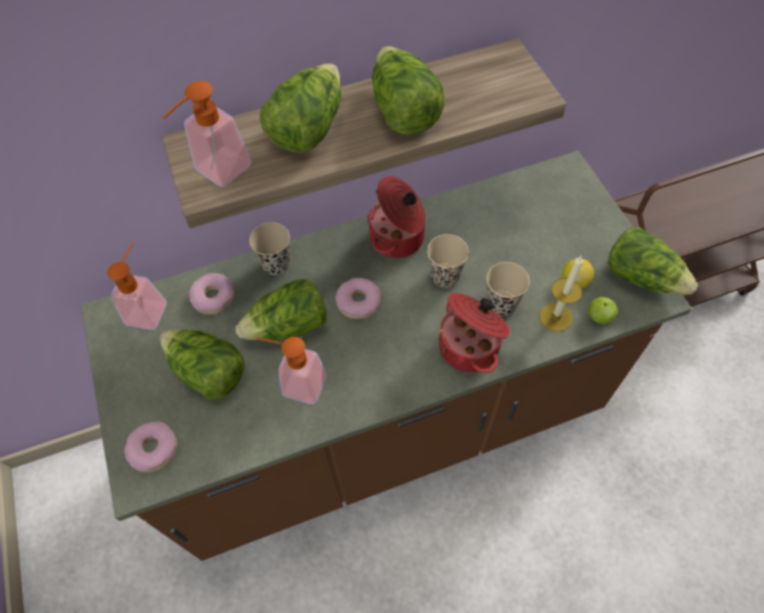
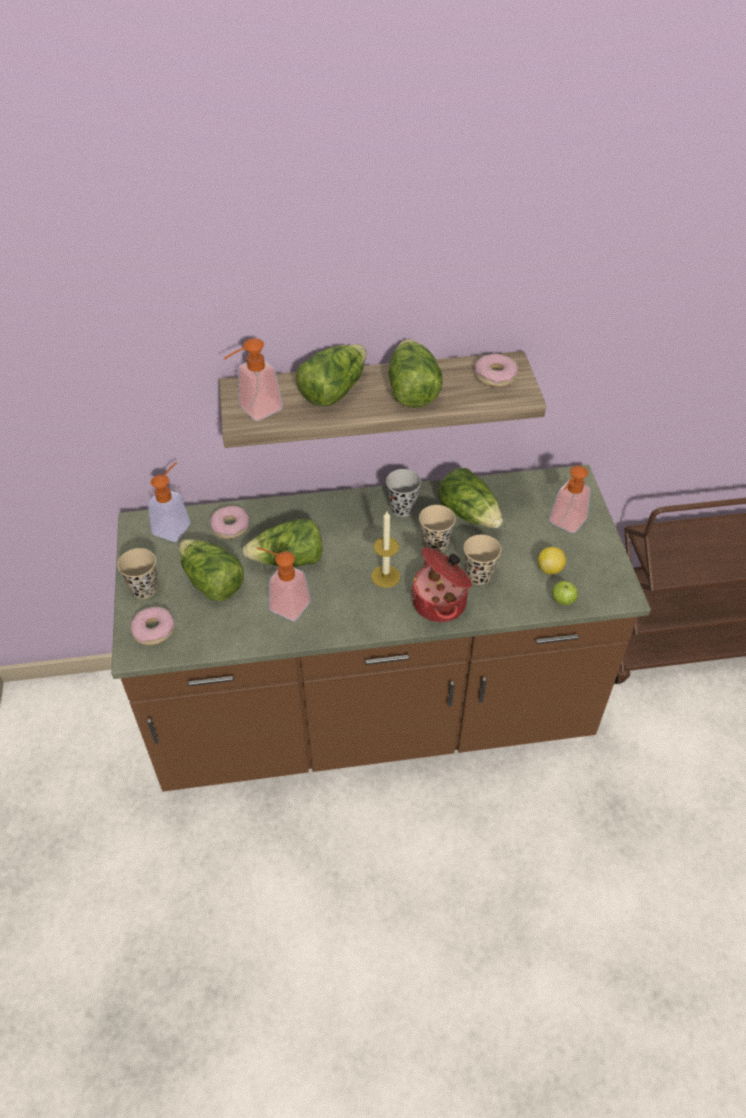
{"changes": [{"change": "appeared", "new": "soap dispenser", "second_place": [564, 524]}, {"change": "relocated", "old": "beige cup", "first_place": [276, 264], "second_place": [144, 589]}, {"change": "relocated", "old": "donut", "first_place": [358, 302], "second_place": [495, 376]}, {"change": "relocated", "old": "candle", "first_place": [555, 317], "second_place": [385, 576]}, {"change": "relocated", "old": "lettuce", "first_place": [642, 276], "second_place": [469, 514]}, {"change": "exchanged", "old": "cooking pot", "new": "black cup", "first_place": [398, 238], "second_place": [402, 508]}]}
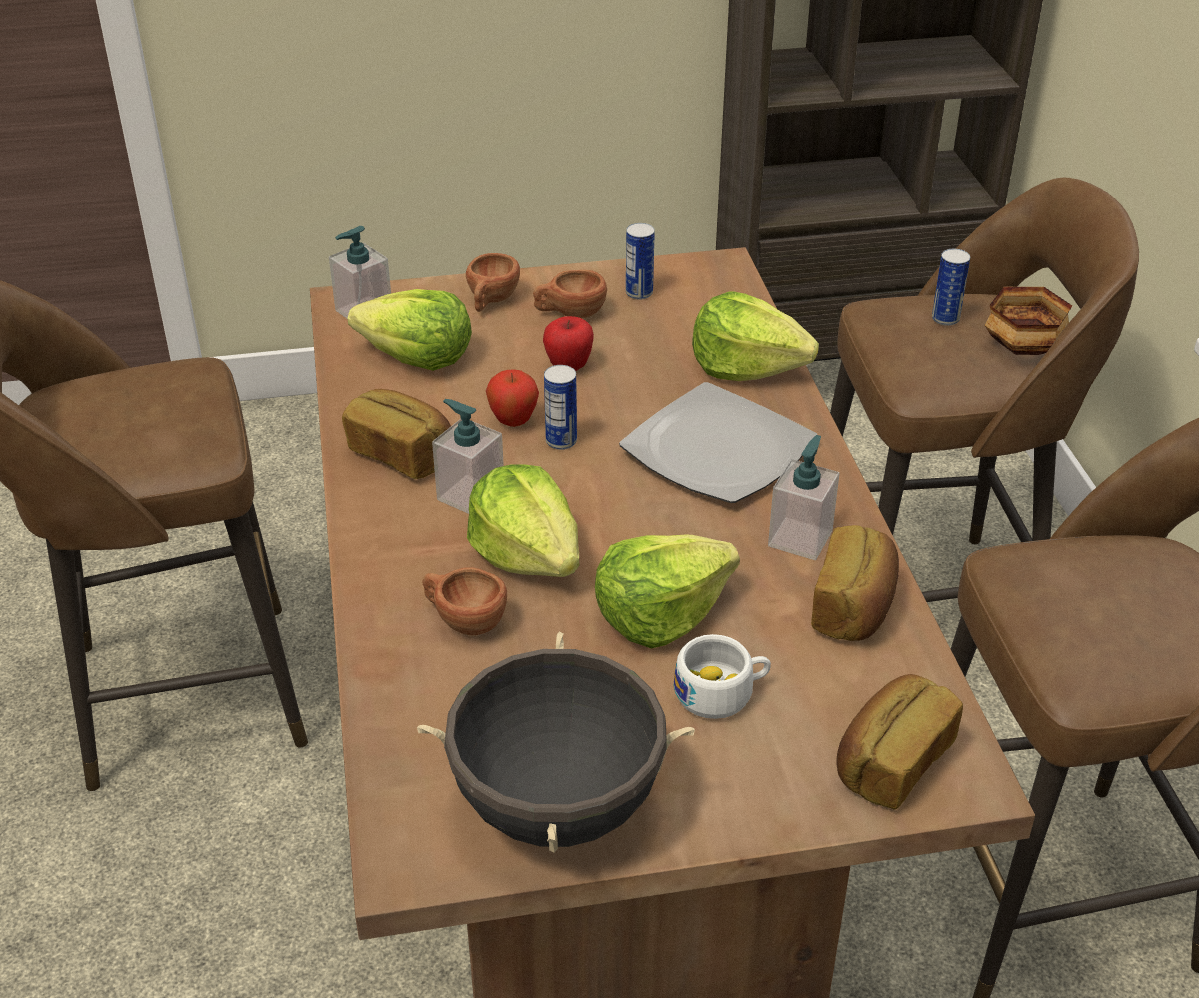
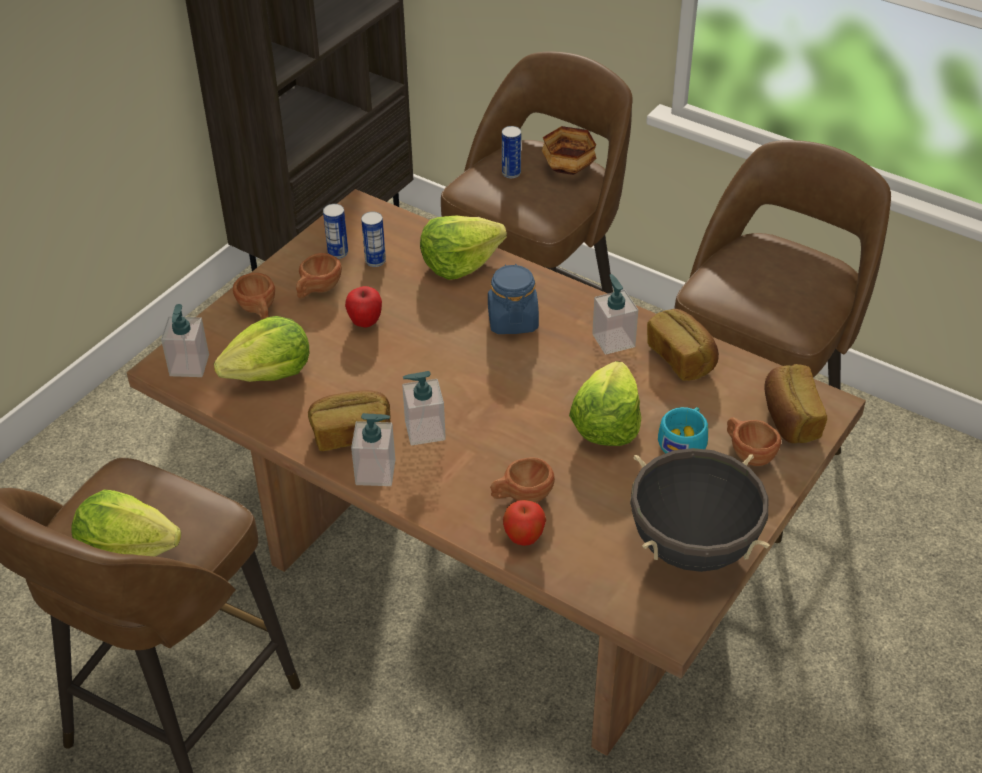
{"changes": [{"change": "appeared", "new": "soap dispenser", "second_place": [376, 472]}, {"change": "appeared", "new": "brown cup", "second_place": [748, 453]}, {"change": "relocated", "old": "lettuce", "first_place": [528, 554], "second_place": [127, 549]}, {"change": "relocated", "old": "apple", "first_place": [513, 422], "second_place": [524, 539]}, {"change": "relocated", "old": "can", "first_place": [561, 441], "second_place": [375, 261]}, {"change": "exchanged", "old": "plate", "new": "blue jar", "first_place": [718, 451], "second_place": [512, 320]}, {"change": "colour", "old": "white cup", "new": "turquoise cup", "first_place": [722, 692], "second_place": [684, 441]}]}
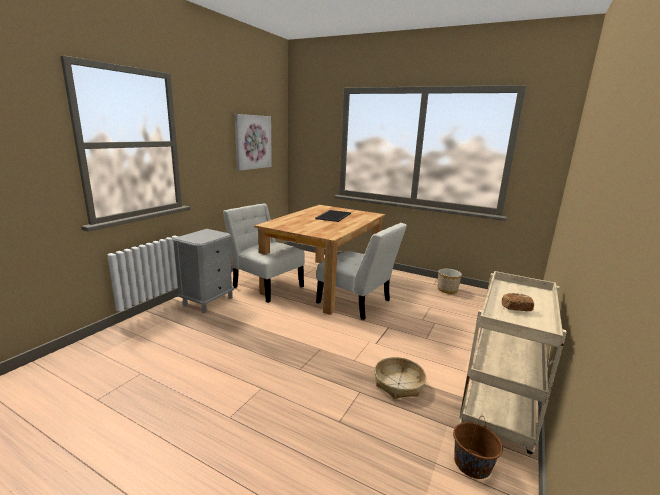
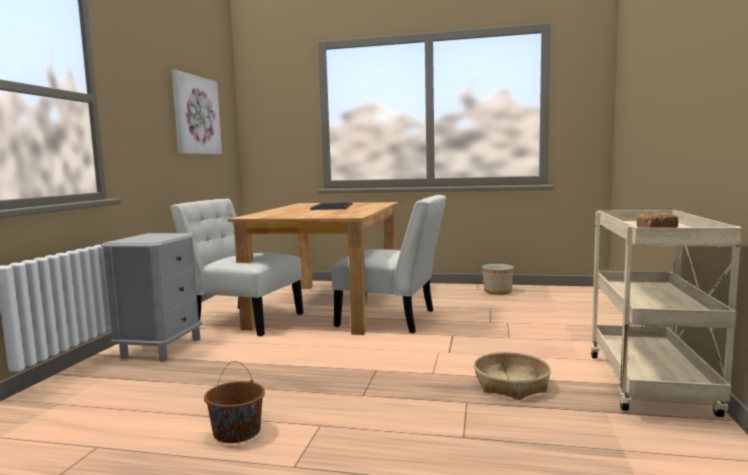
{"changes": [{"change": "relocated", "old": "brown bucket", "first_place": [472, 464], "second_place": [236, 432]}]}
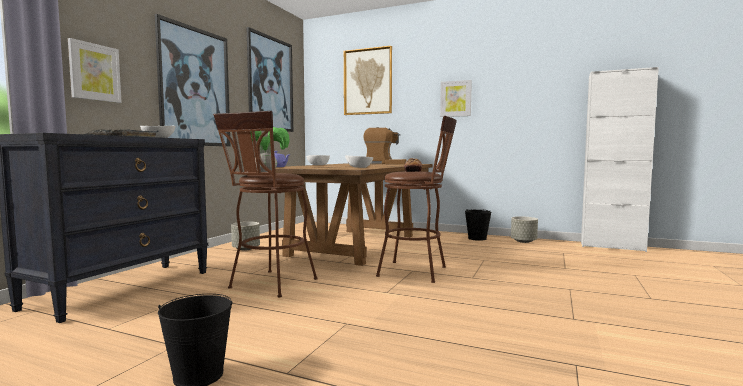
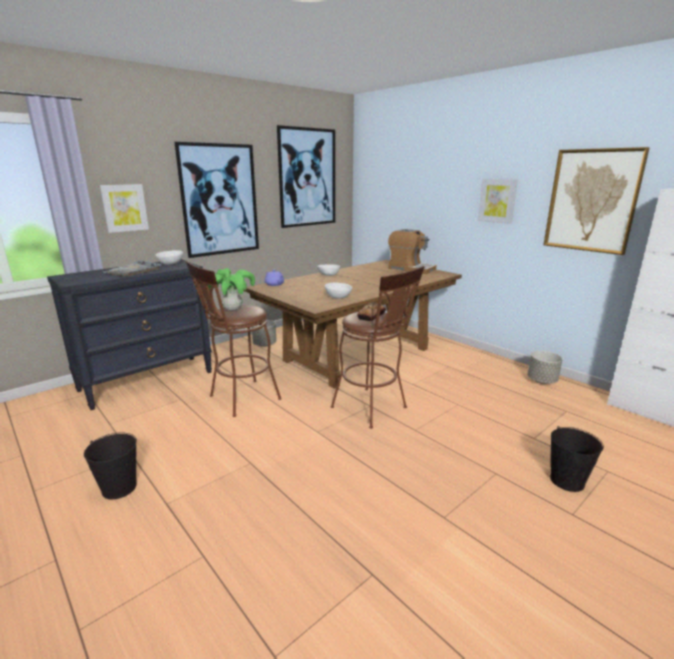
{"changes": [{"change": "relocated", "old": "picture", "first_place": [368, 81], "second_place": [592, 201]}, {"change": "relocated", "old": "black bucket", "first_place": [477, 238], "second_place": [566, 481]}]}
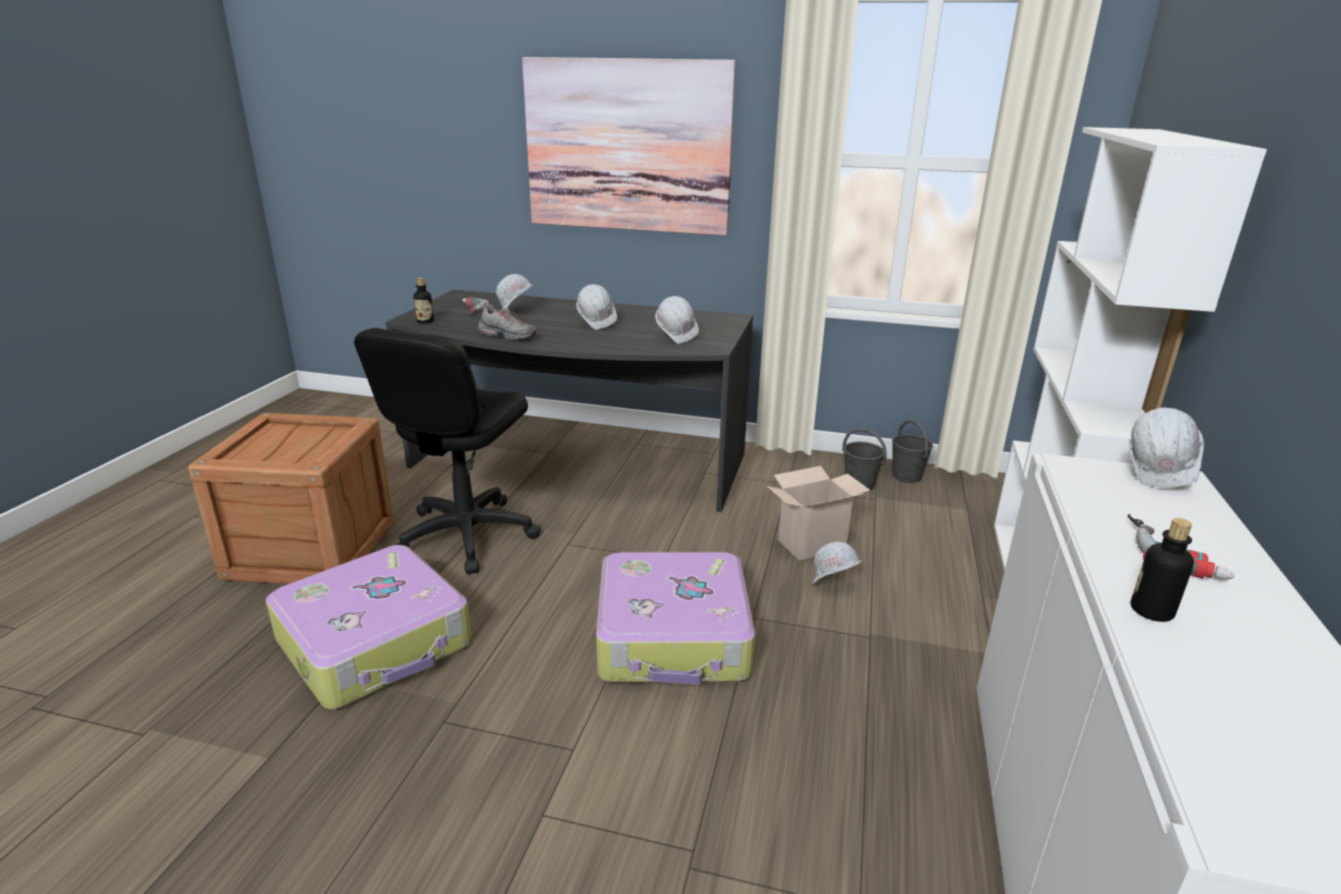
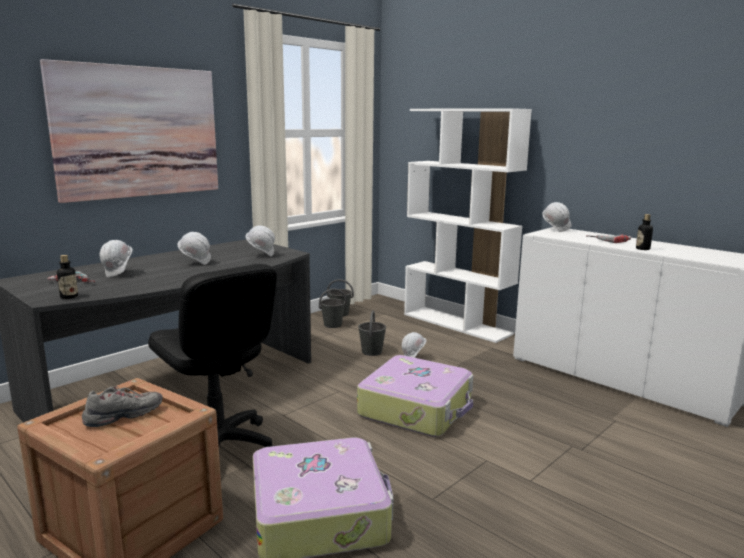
{"changes": [{"change": "relocated", "old": "grey shoe", "first_place": [508, 336], "second_place": [123, 416]}, {"change": "exchanged", "old": "cardboard box", "new": "grey bucket", "first_place": [812, 543], "second_place": [372, 351]}]}
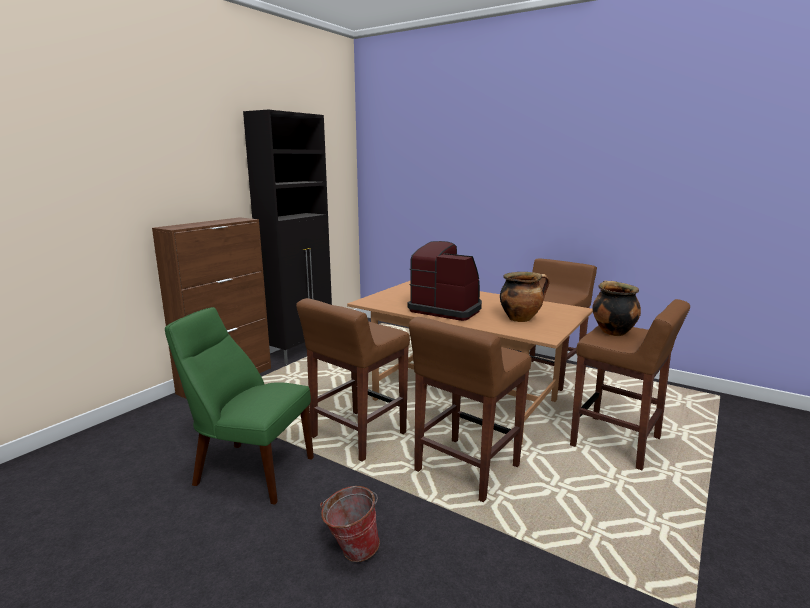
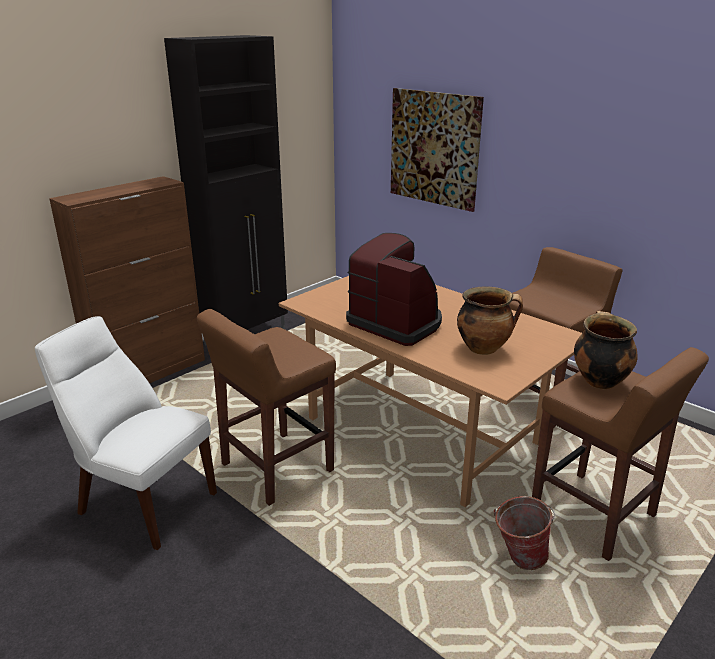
{"changes": [{"change": "missing", "old": "brown stool", "first_place": [466, 469]}, {"change": "appeared", "new": "picture", "second_place": [434, 148]}, {"change": "relocated", "old": "bucket", "first_place": [351, 551], "second_place": [518, 558]}, {"change": "colour", "old": "green chair", "new": "white chair", "first_place": [250, 470], "second_place": [143, 501]}]}
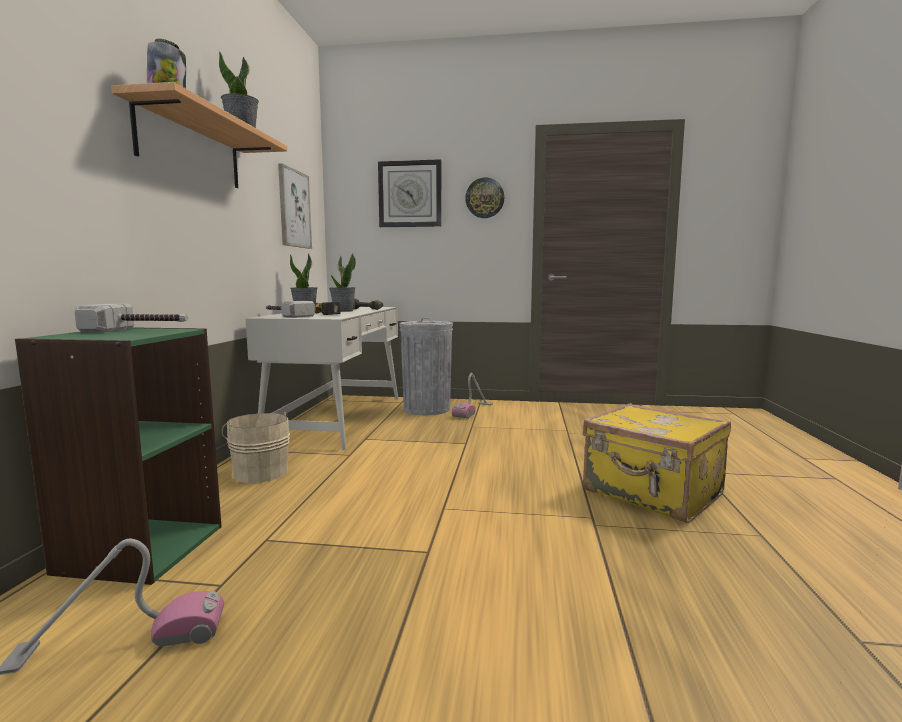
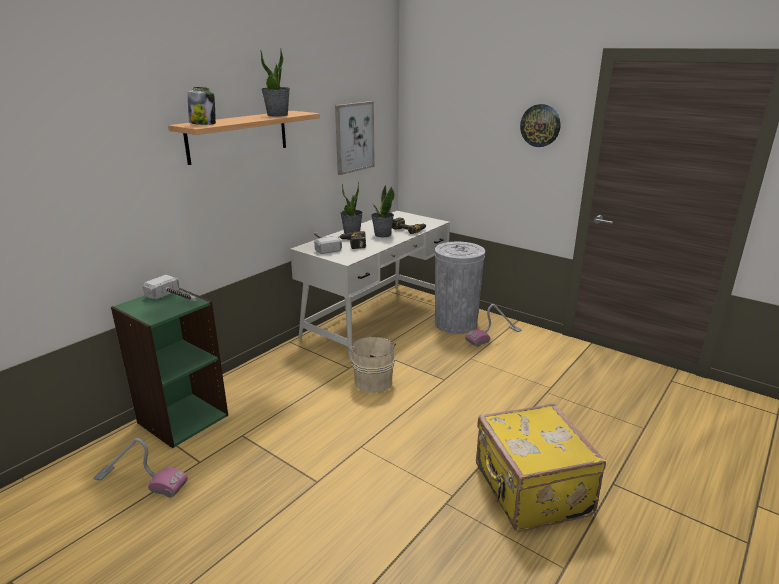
{"changes": [{"change": "missing", "old": "wall clock", "first_place": [410, 194]}, {"change": "relocated", "old": "beige bucket", "first_place": [260, 472], "second_place": [373, 380]}]}
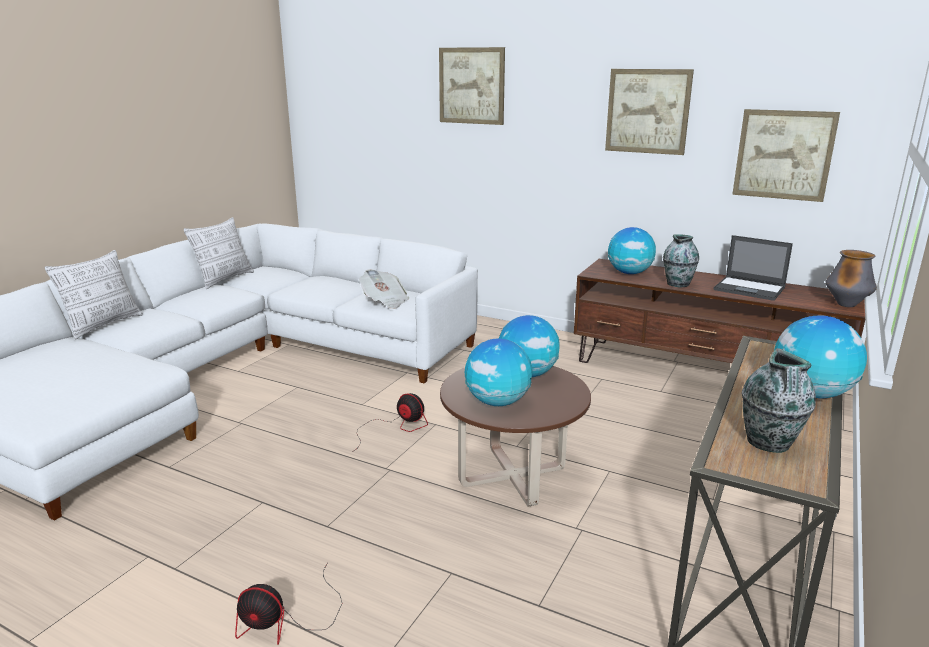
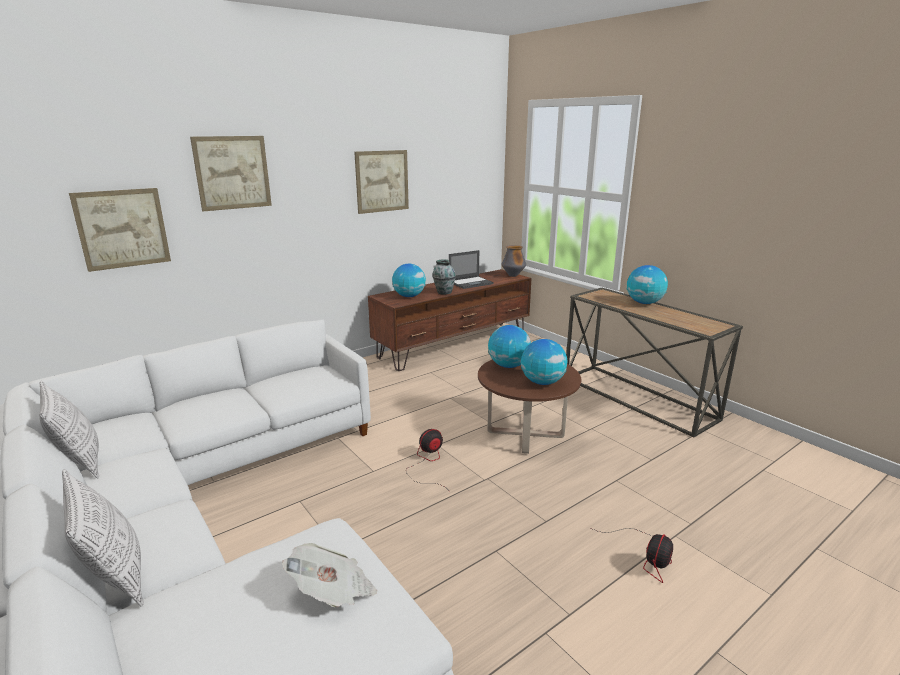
{"changes": [{"change": "missing", "old": "vase", "first_place": [769, 443]}, {"change": "relocated", "old": "newspaper", "first_place": [385, 301], "second_place": [333, 592]}, {"change": "relocated", "old": "picture", "first_place": [783, 155], "second_place": [122, 229]}]}
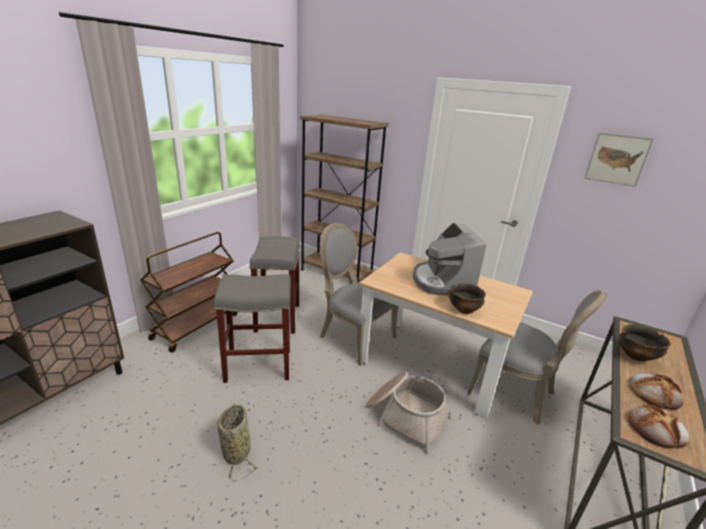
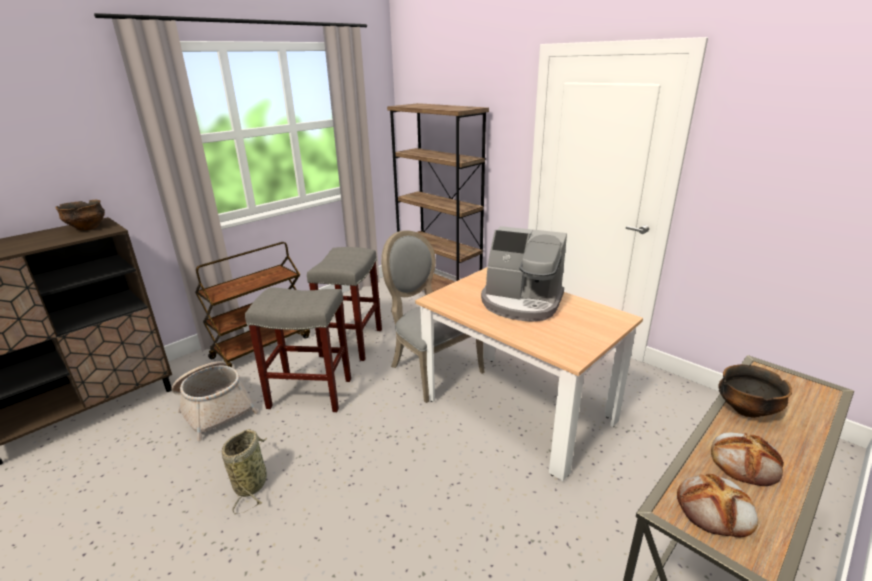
{"changes": [{"change": "missing", "old": "grey chair", "first_place": [515, 393]}, {"change": "missing", "old": "picture", "first_place": [617, 159]}, {"change": "relocated", "old": "basket", "first_place": [405, 416], "second_place": [214, 407]}, {"change": "relocated", "old": "bowl", "first_place": [464, 309], "second_place": [87, 228]}, {"change": "spun", "old": "coffee machine", "first_place": [442, 282], "second_place": [521, 303], "degrees": -75}]}
